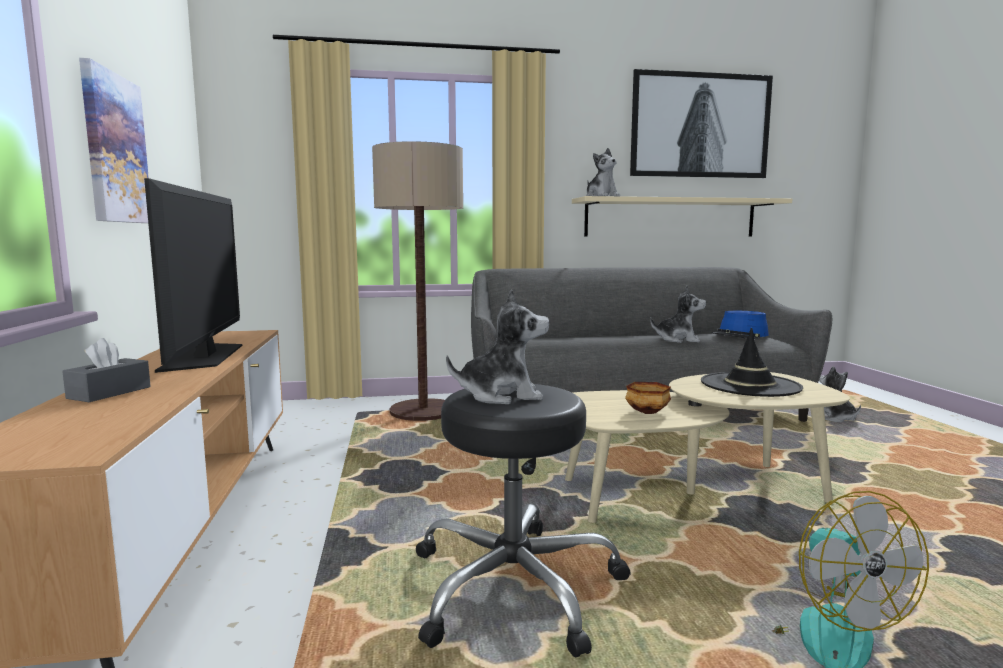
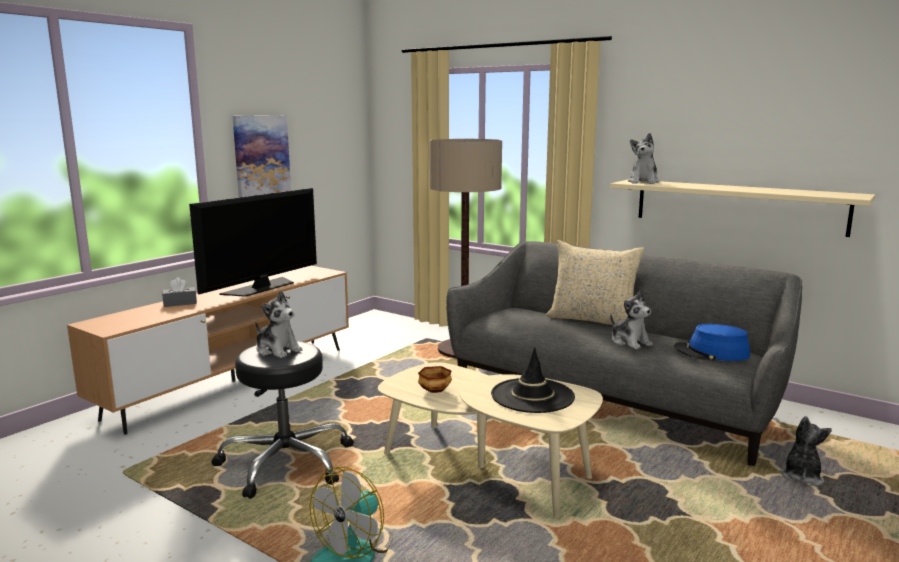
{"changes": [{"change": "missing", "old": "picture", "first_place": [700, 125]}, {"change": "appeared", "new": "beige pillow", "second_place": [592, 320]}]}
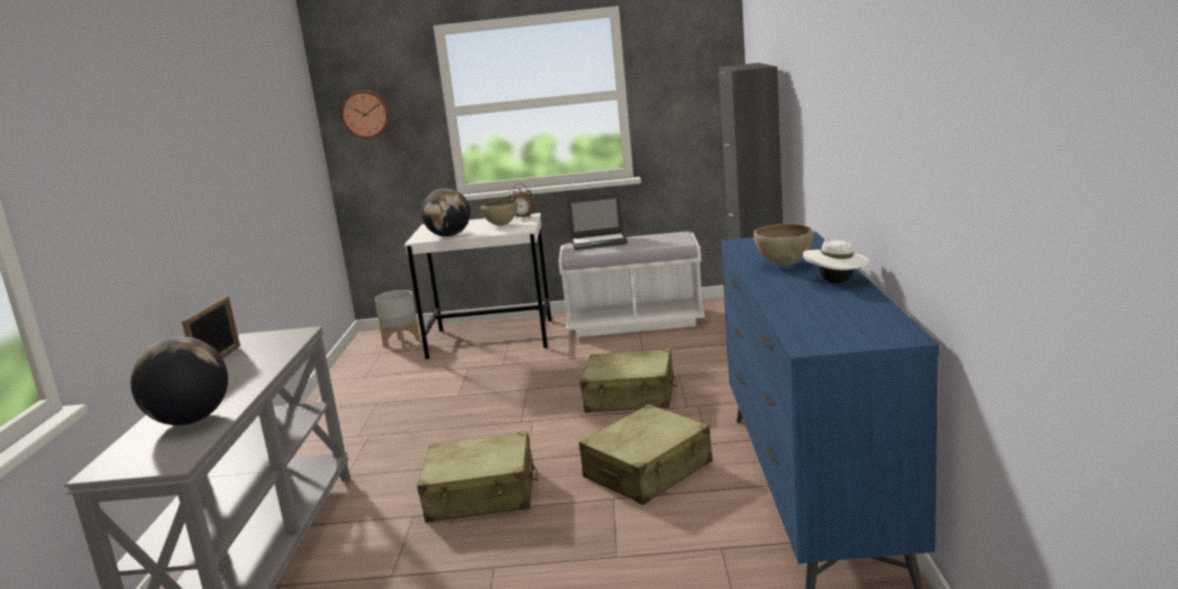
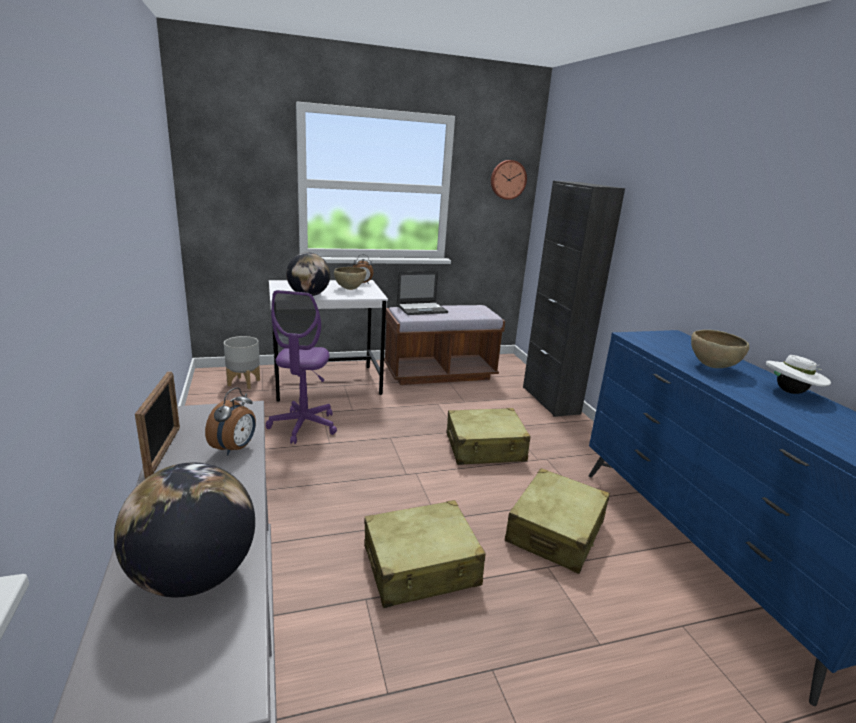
{"changes": [{"change": "appeared", "new": "alarm clock", "second_place": [235, 448]}, {"change": "appeared", "new": "purple office chair", "second_place": [303, 426]}, {"change": "relocated", "old": "wall clock", "first_place": [366, 114], "second_place": [507, 179]}, {"change": "colour", "old": "white bench", "new": "brown bench", "first_place": [634, 322], "second_place": [439, 373]}]}
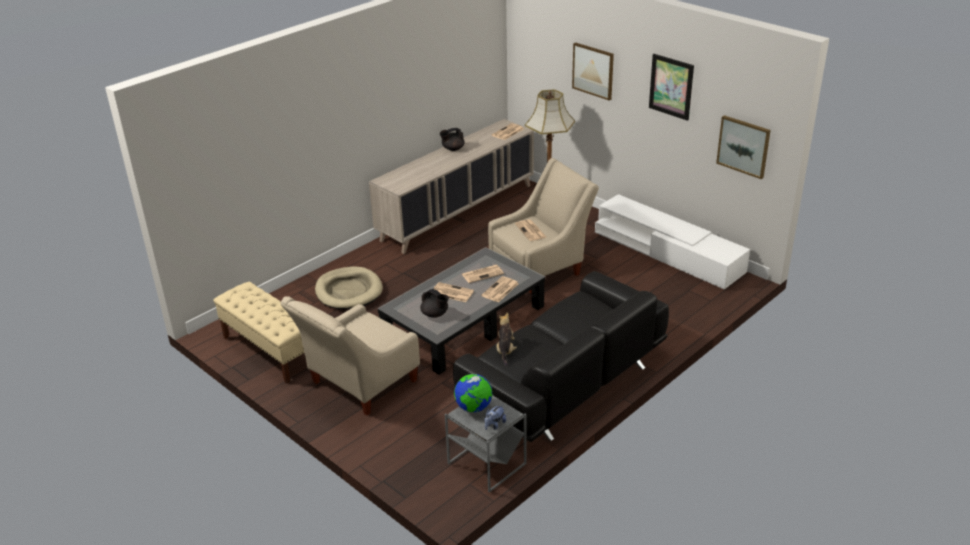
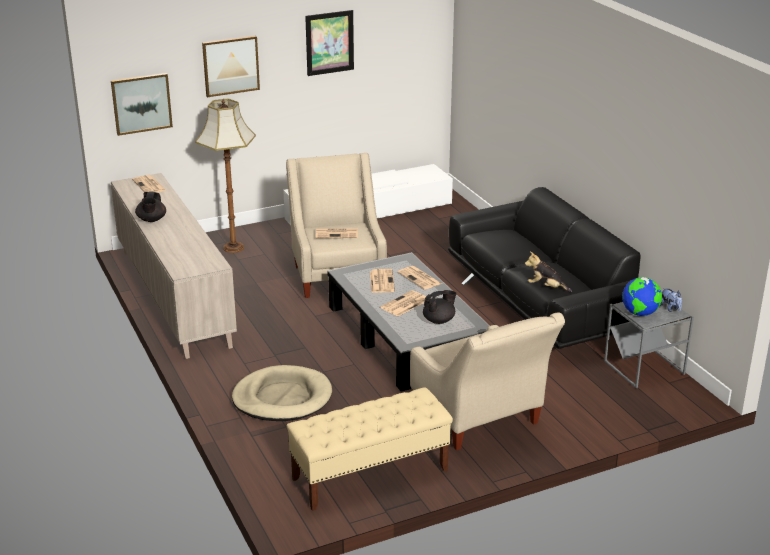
{"changes": [{"change": "relocated", "old": "picture", "first_place": [743, 146], "second_place": [141, 103]}]}
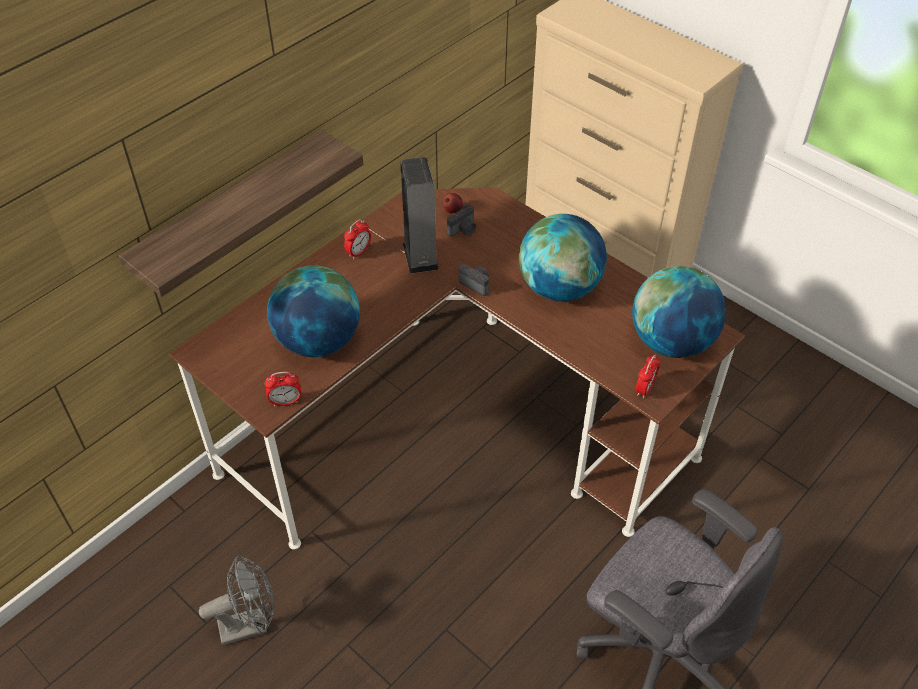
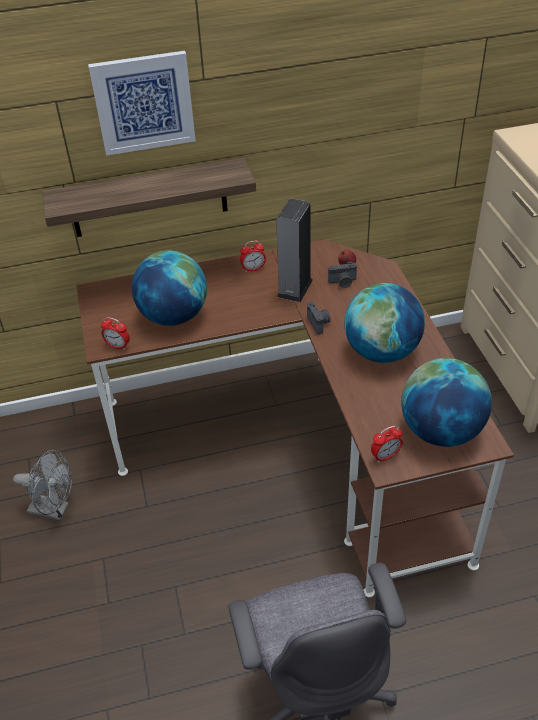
{"changes": [{"change": "appeared", "new": "picture", "second_place": [143, 102]}]}
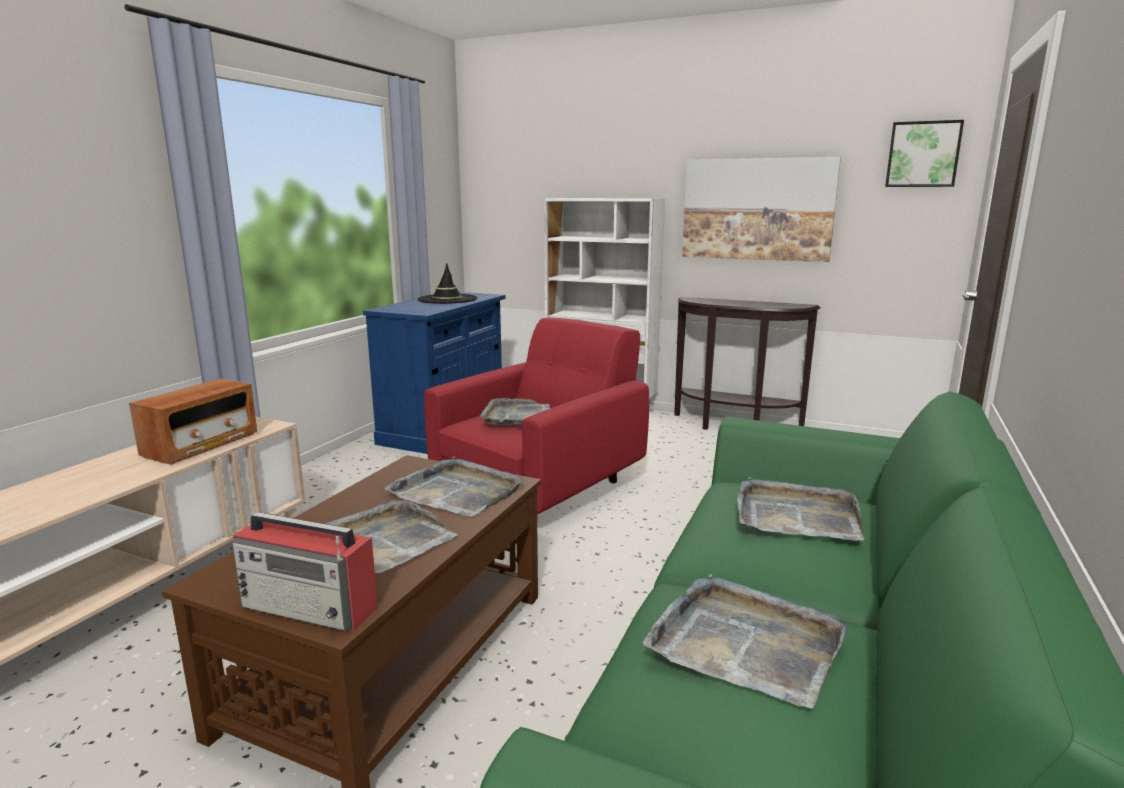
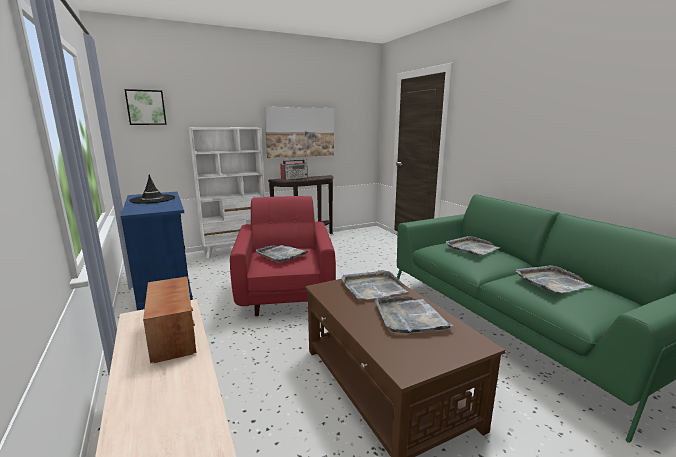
{"changes": [{"change": "relocated", "old": "radio", "first_place": [311, 607], "second_place": [295, 178]}, {"change": "relocated", "old": "picture", "first_place": [923, 154], "second_place": [146, 107]}]}
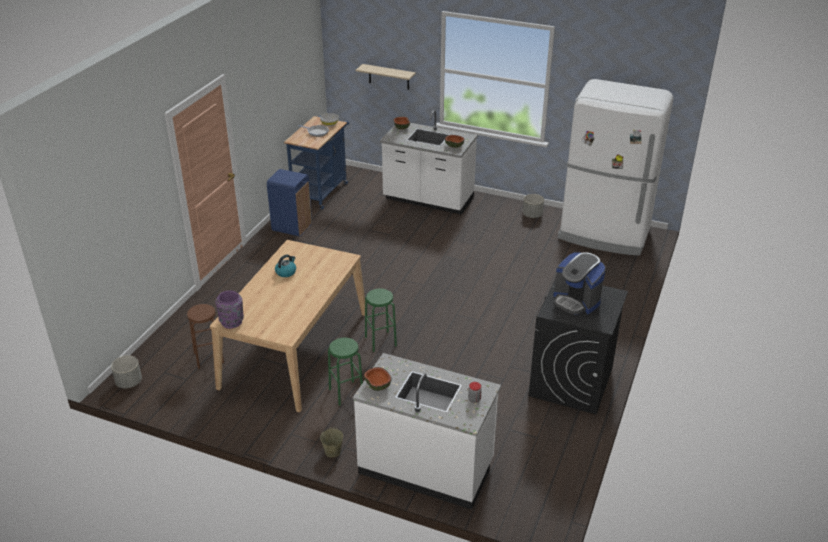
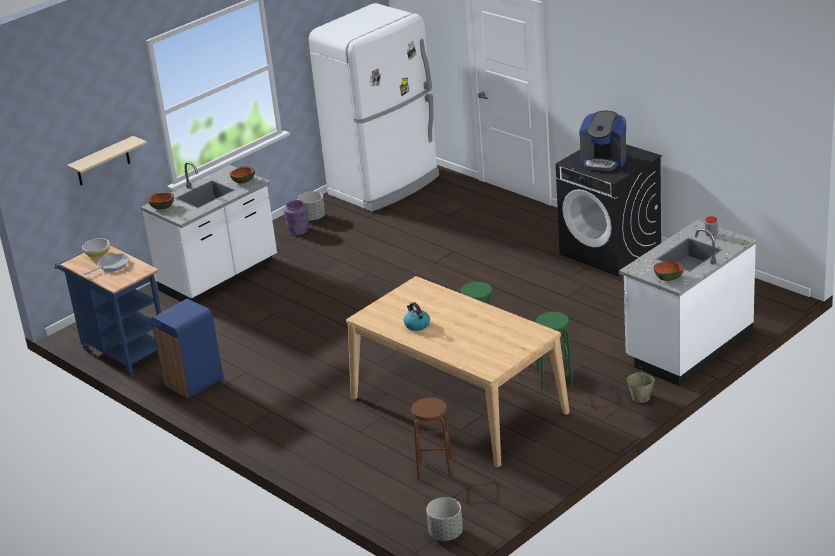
{"changes": [{"change": "relocated", "old": "purple vase", "first_place": [232, 322], "second_place": [298, 230]}, {"change": "spun", "old": "coffee machine", "first_place": [576, 301], "second_place": [603, 161], "degrees": 45}]}
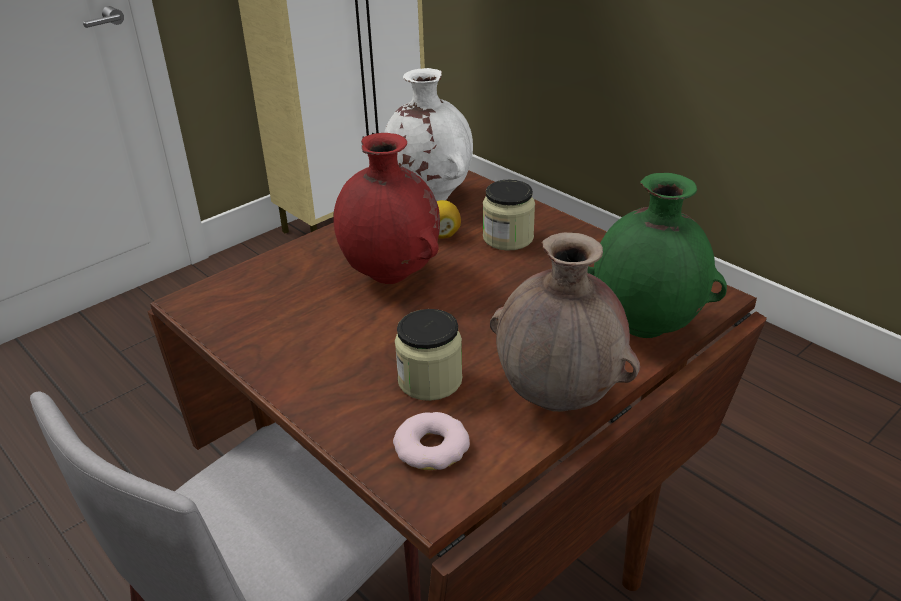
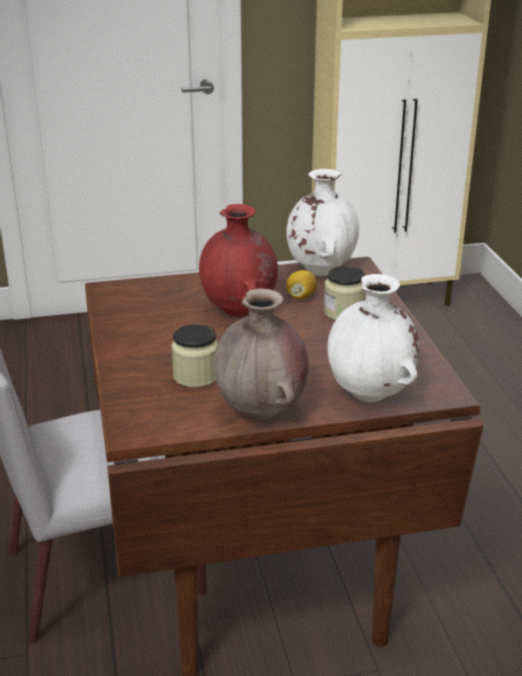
{"changes": [{"change": "missing", "old": "donut", "first_place": [432, 447]}, {"change": "colour", "old": "green vase", "new": "white vase", "first_place": [645, 327], "second_place": [370, 395]}]}
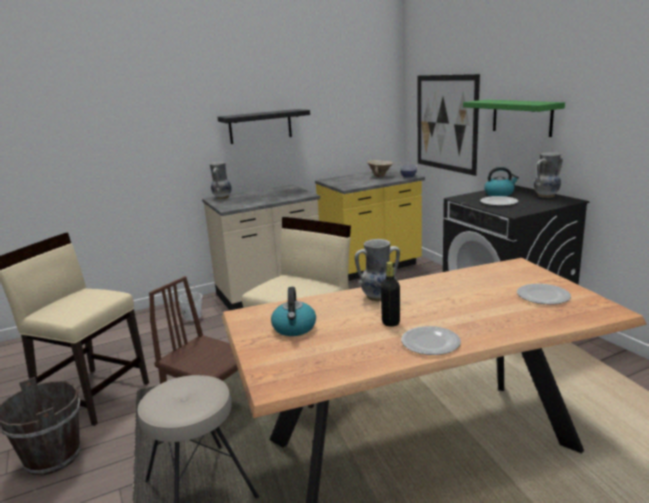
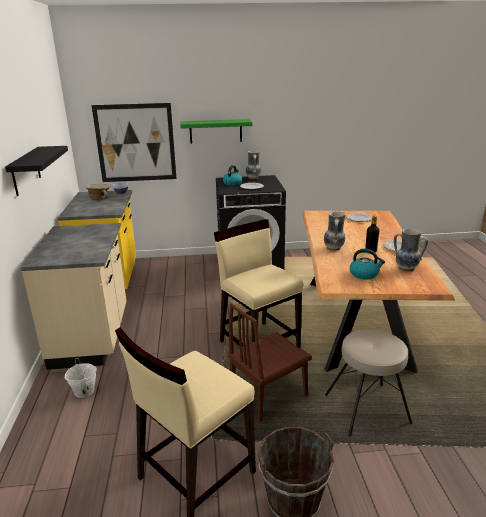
{"changes": [{"change": "relocated", "old": "vase", "first_place": [222, 198], "second_place": [406, 268]}]}
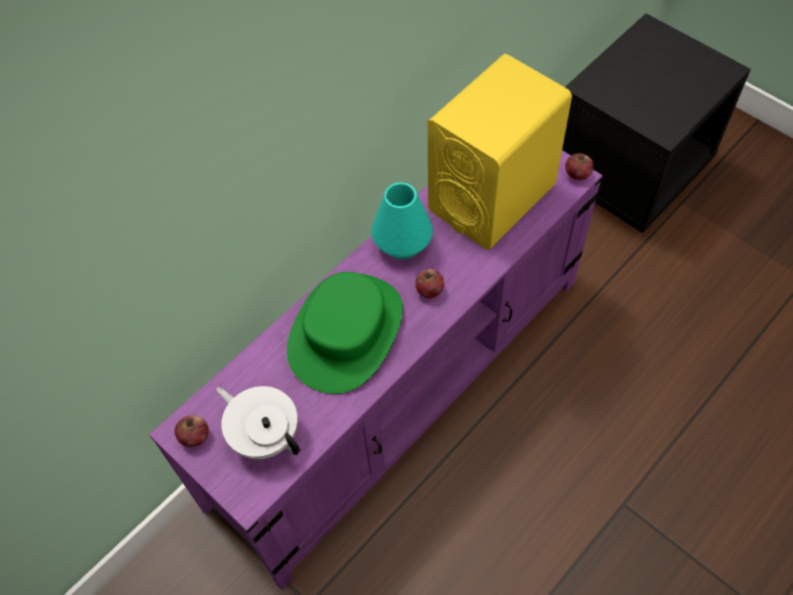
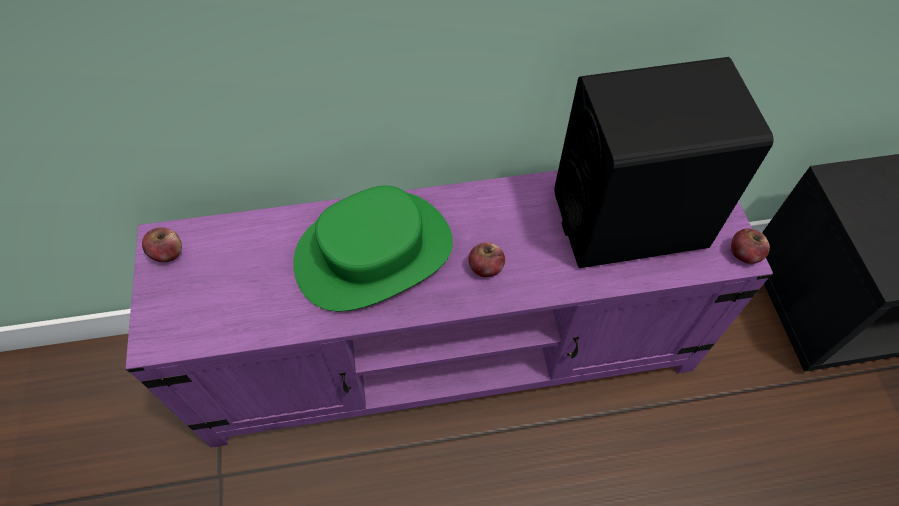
{"changes": [{"change": "missing", "old": "white teapot", "first_place": [265, 434]}, {"change": "missing", "old": "turquoise vase", "first_place": [402, 243]}, {"change": "colour", "old": "yellow speaker", "new": "black speaker", "first_place": [492, 197], "second_place": [629, 219]}]}
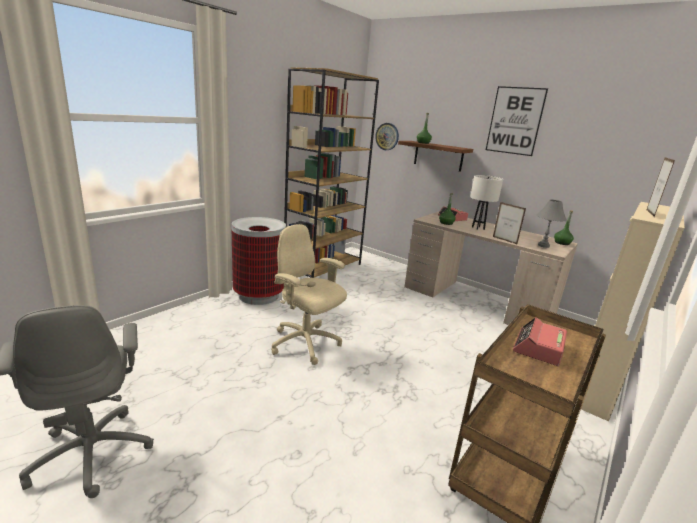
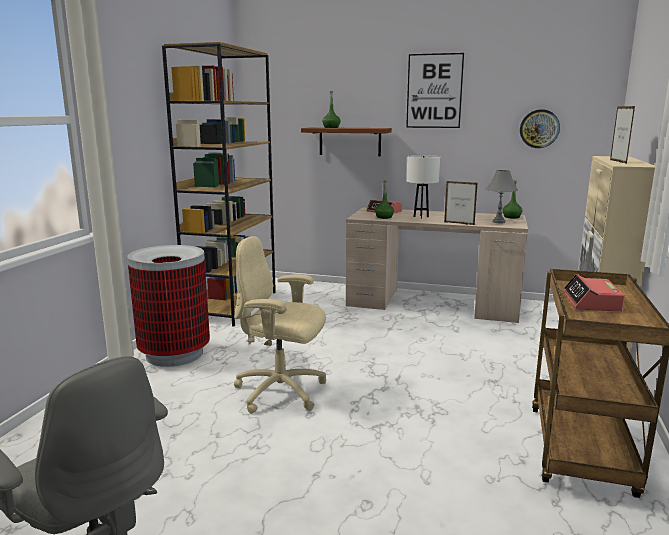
{"changes": [{"change": "relocated", "old": "wall clock", "first_place": [387, 136], "second_place": [539, 128]}]}
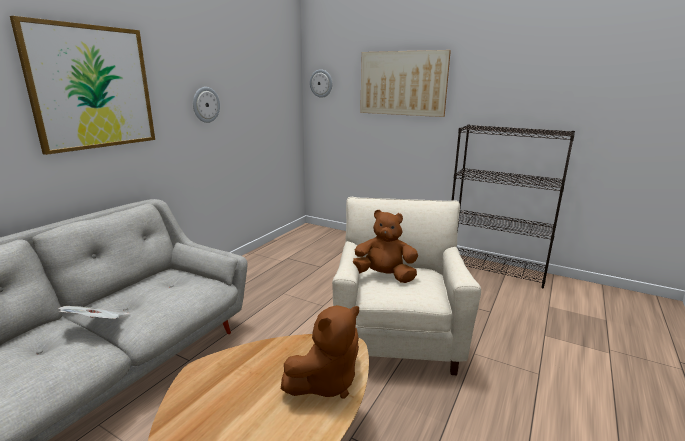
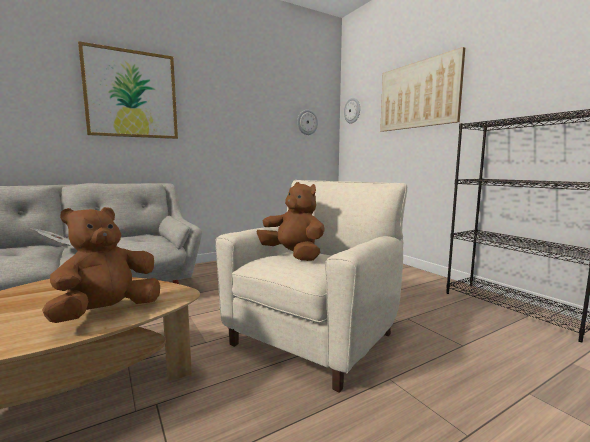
{"changes": [{"change": "relocated", "old": "wall clock", "first_place": [205, 104], "second_place": [307, 122]}, {"change": "spun", "old": "brown plush toy", "first_place": [326, 382], "second_place": [108, 312], "degrees": 135}]}
